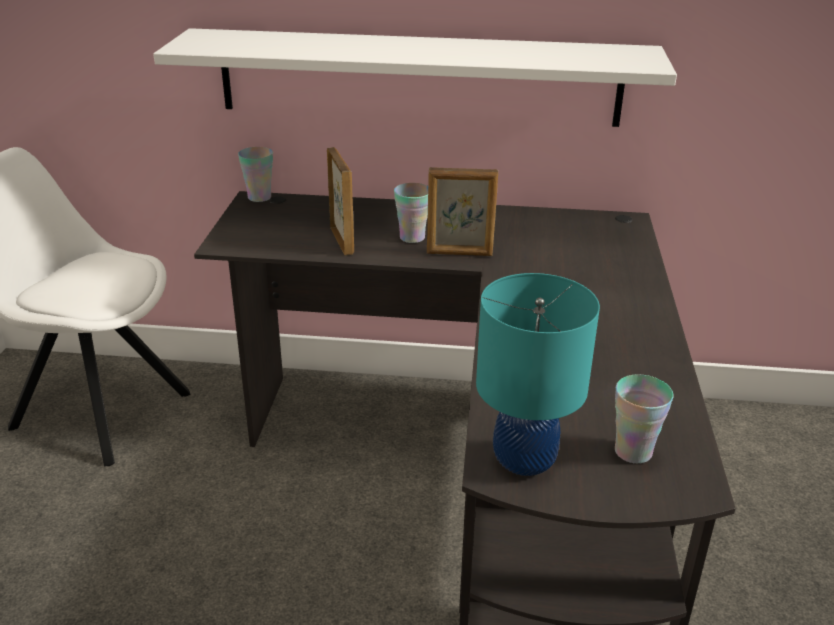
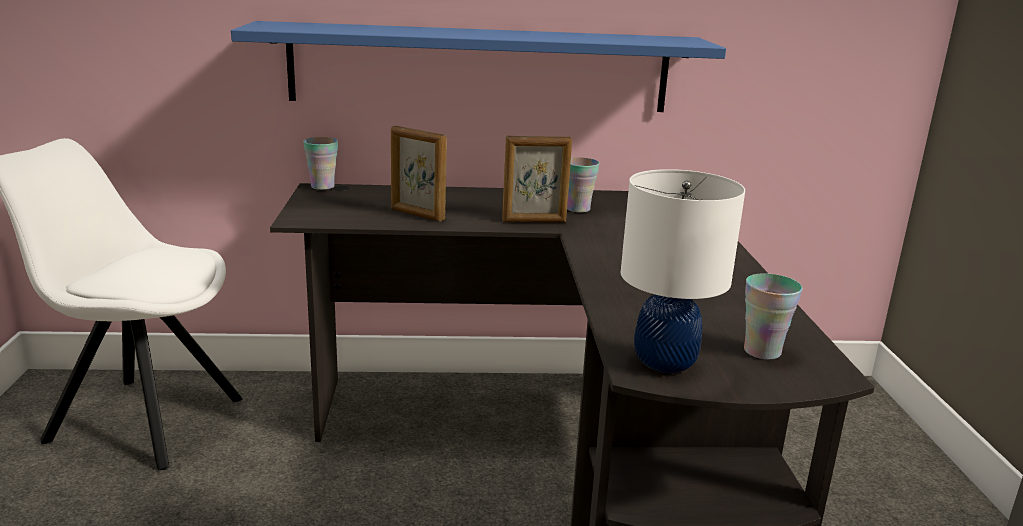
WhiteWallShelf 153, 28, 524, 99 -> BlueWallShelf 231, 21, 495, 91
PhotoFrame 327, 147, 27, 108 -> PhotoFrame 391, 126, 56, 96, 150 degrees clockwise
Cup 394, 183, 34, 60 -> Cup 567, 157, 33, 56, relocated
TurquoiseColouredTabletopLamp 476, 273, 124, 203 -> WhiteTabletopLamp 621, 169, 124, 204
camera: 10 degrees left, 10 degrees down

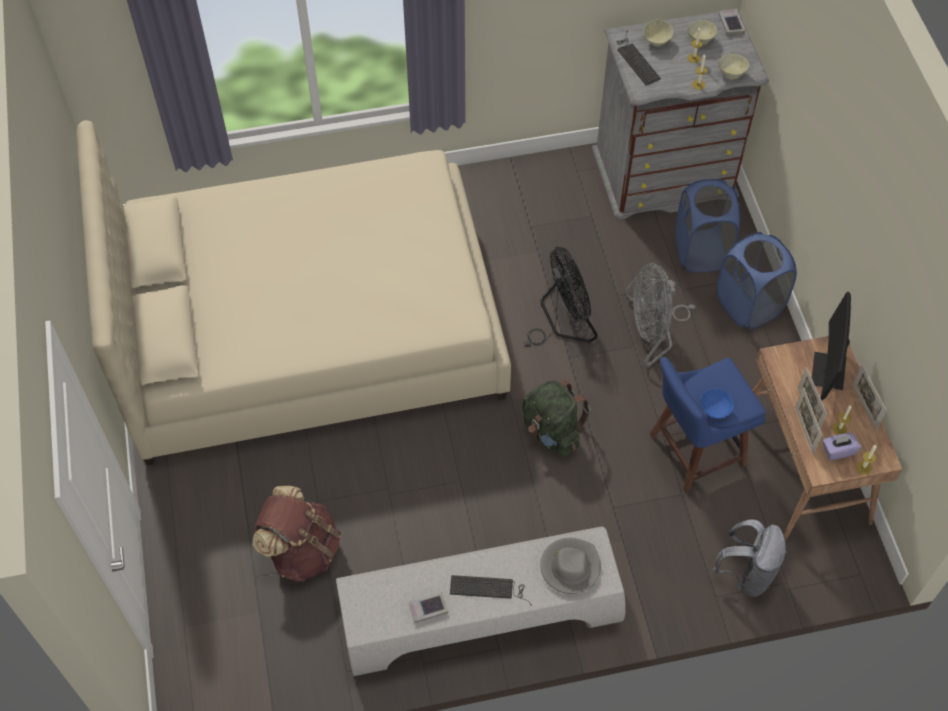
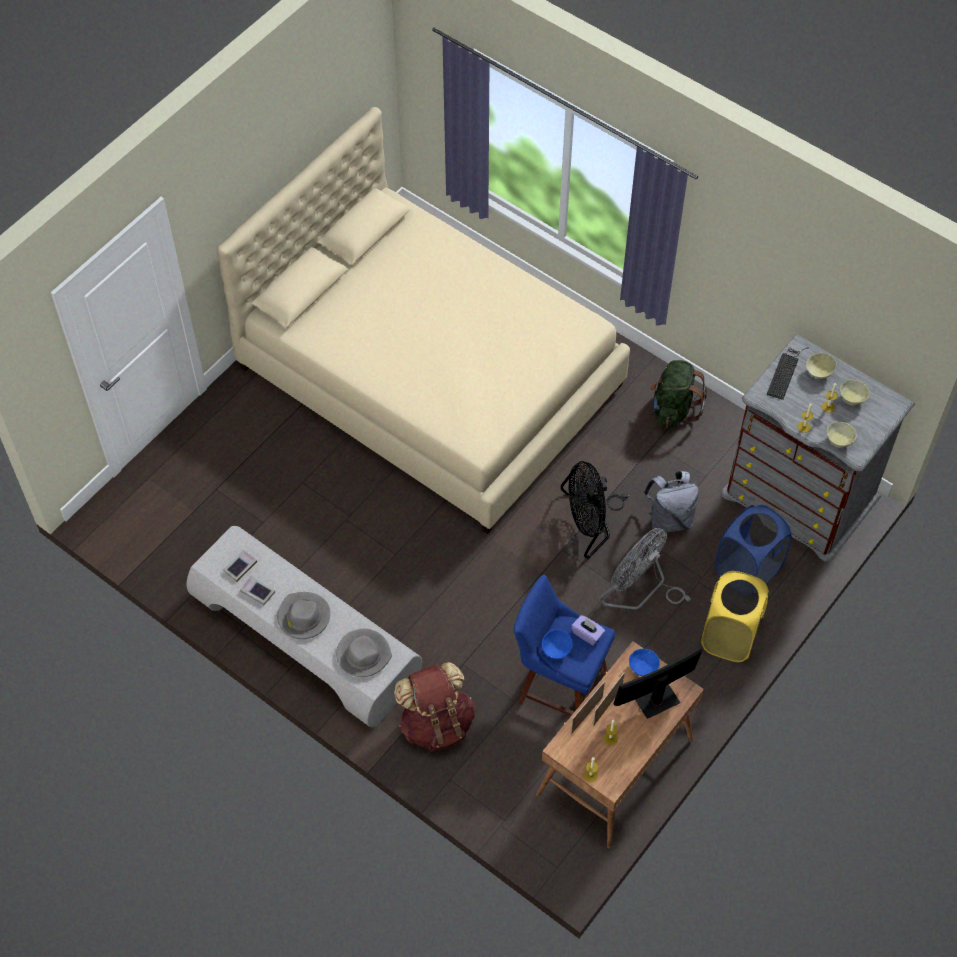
BrownColouredRucksack 252, 486, 89, 96 -> BrownColouredRucksack 394, 662, 81, 90, relocated
PcKeyboard 450, 575, 82, 31 -> GrayHat 277, 592, 54, 47
GreenRucksack 522, 380, 69, 77 -> GreenRucksack 650, 360, 57, 68, relocated
BlackElectricFan 523, 247, 75, 99 -> BlackElectricFan 561, 461, 69, 99, 135 degrees clockwise
GrayRucksack 713, 520, 74, 77 -> GrayRucksack 643, 471, 56, 62, relocated
BlueWashingBasket 717, 232, 80, 97 -> YellowWashingBasket 701, 571, 68, 91
Book 718, 9, 27, 26 -> Book 223, 550, 34, 32, relocated
PurpleBoxOfTissues 822, 433, 39, 27 -> PurpleBoxOfTissues 571, 615, 34, 31, relocated
PhotoFrame 852, 364, 35, 66 -> none
none -> BlueServingBowl 629, 649, 31, 27
camera: 50 degrees right, 0 degrees up

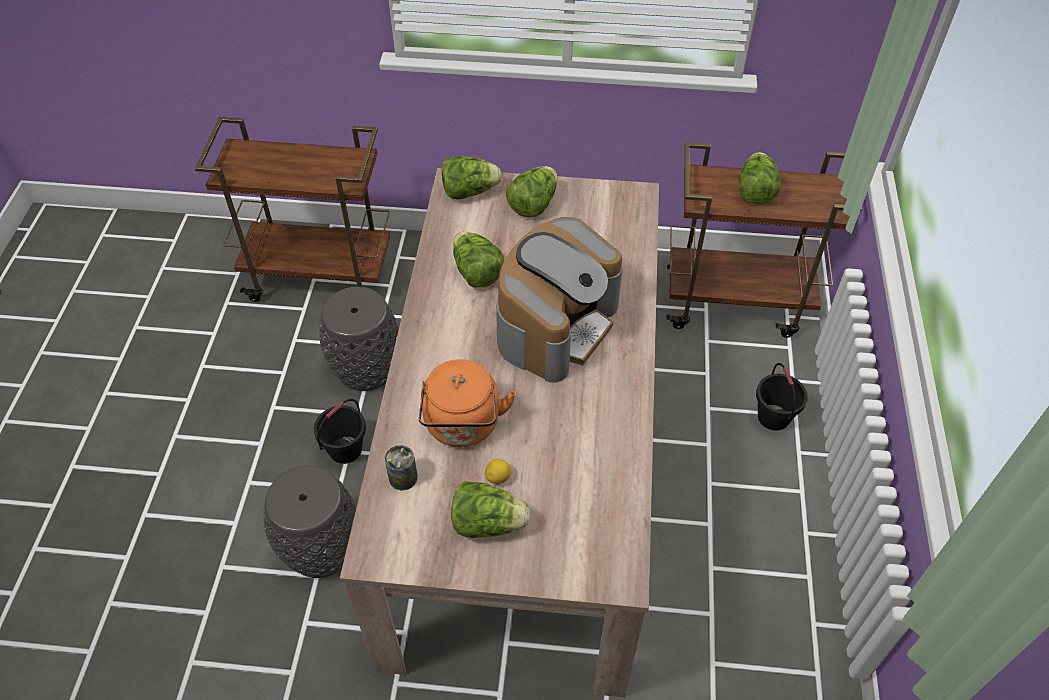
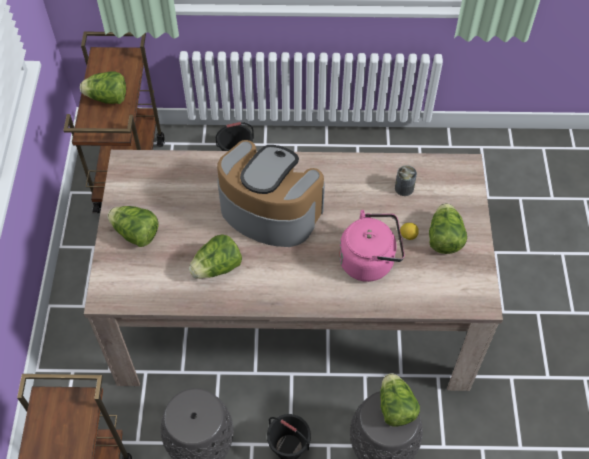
SealedCan 385, 445, 33, 45 -> SealedCan 395, 165, 22, 31, relocated
OrangeColouredKettle 419, 359, 97, 88 -> PinkishKettle 339, 210, 65, 72
HeadOfLettuce 442, 156, 60, 43 -> HeadOfLettuce 380, 373, 40, 54, relocated
camera: 95 degrees left, 5 degrees up

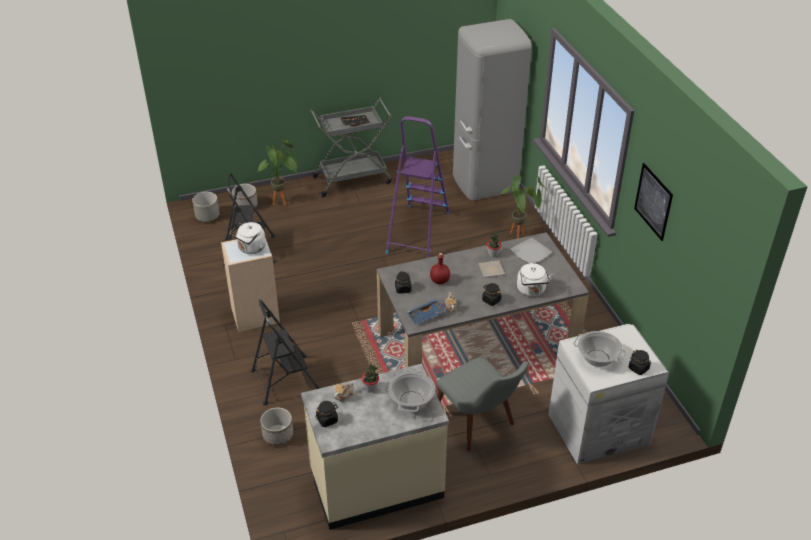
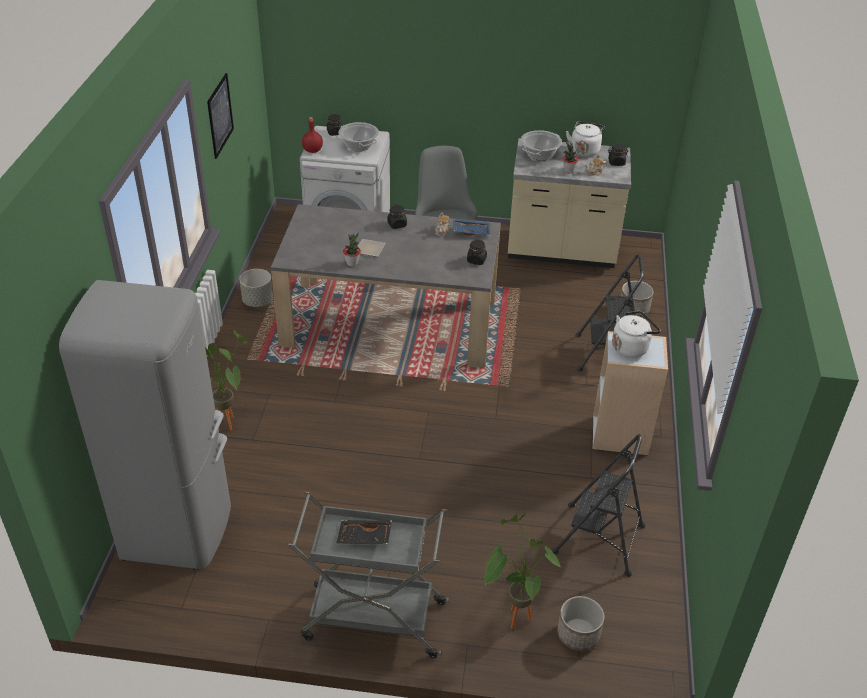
GrayFlowerPot 192, 192, 27, 30 -> GrayFlowerPot 239, 269, 34, 38, relocated
PurpleStepStool 386, 116, 64, 142 -> none
RedBottle 430, 253, 20, 31 -> RedBottle 302, 117, 21, 36, relocated
DinnerPlate 511, 238, 41, 25 -> none
WhiteKettle 517, 263, 36, 34 -> WhiteKettle 566, 121, 39, 36, relocated
camera: 155 degrees left, 0 degrees up

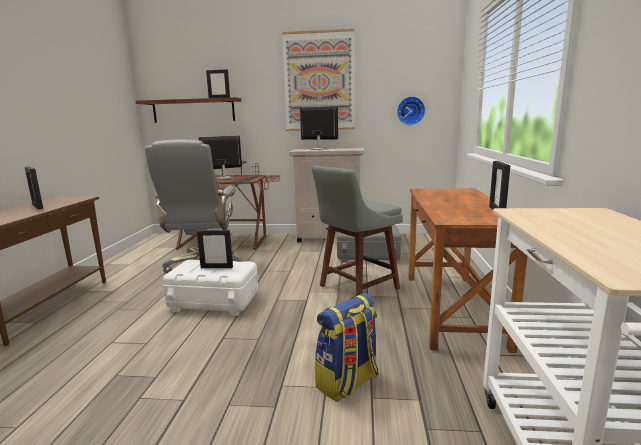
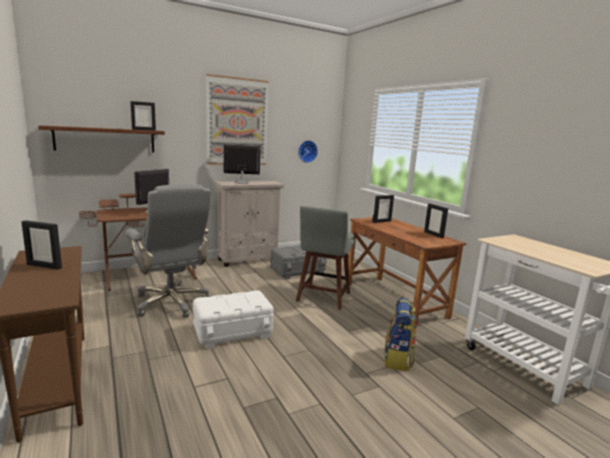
PhotoFrame 197, 230, 36, 38 -> PhotoFrame 372, 195, 22, 28, relocated
camera: 35 degrees left, 0 degrees up

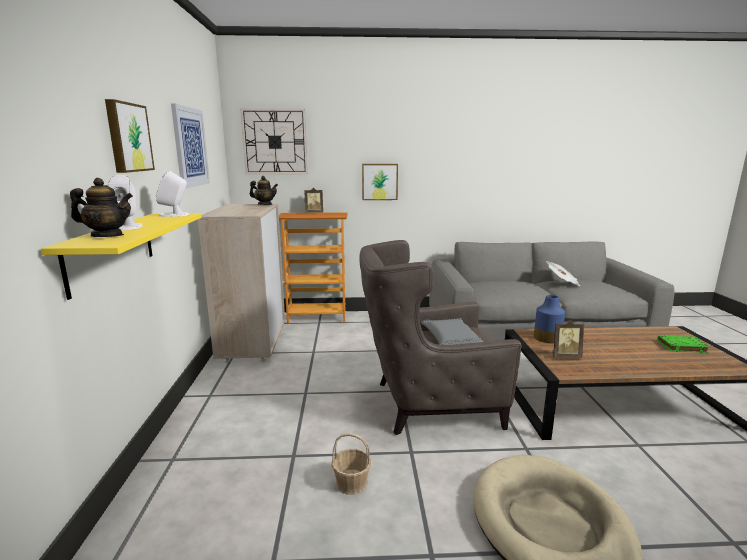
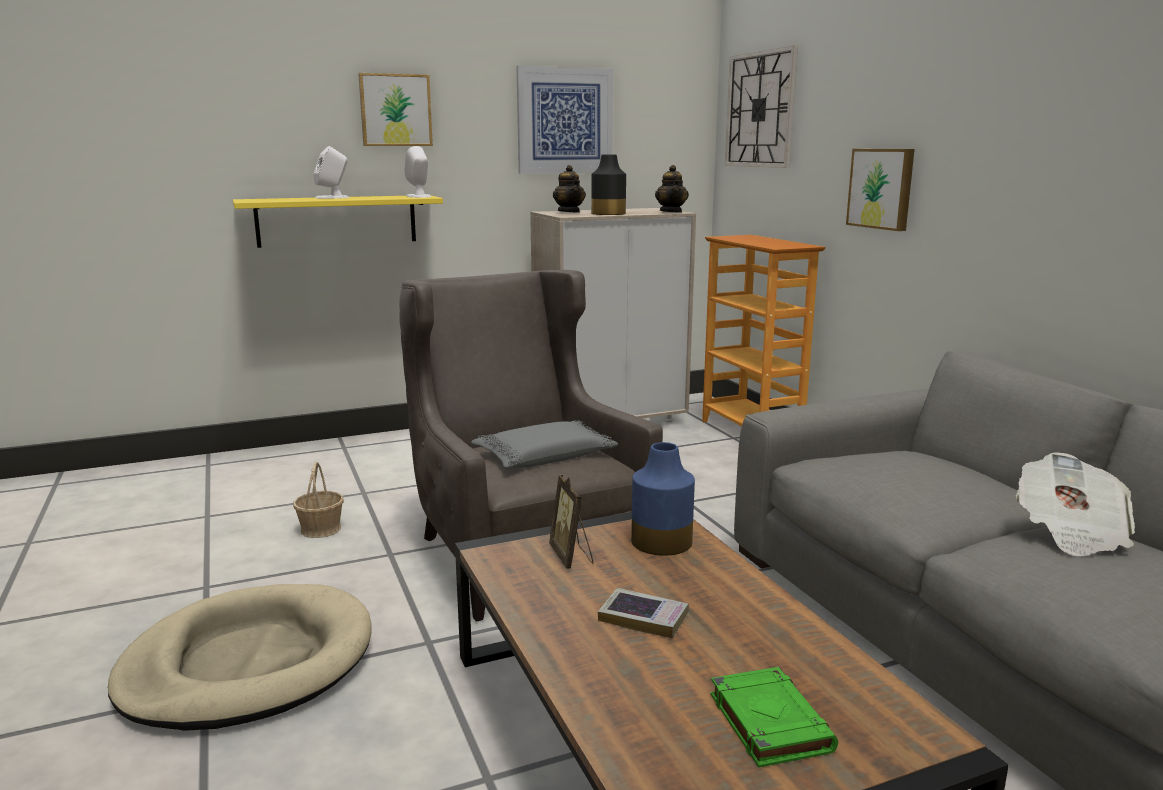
TeaPot 70, 178, 63, 59 -> TeaPot 553, 165, 33, 48, relocated
PhotoFrame 304, 188, 19, 25 -> none
none -> BlackFlowerVase 591, 154, 35, 61
none -> Book 598, 588, 91, 51
camera: 70 degrees right, 0 degrees up

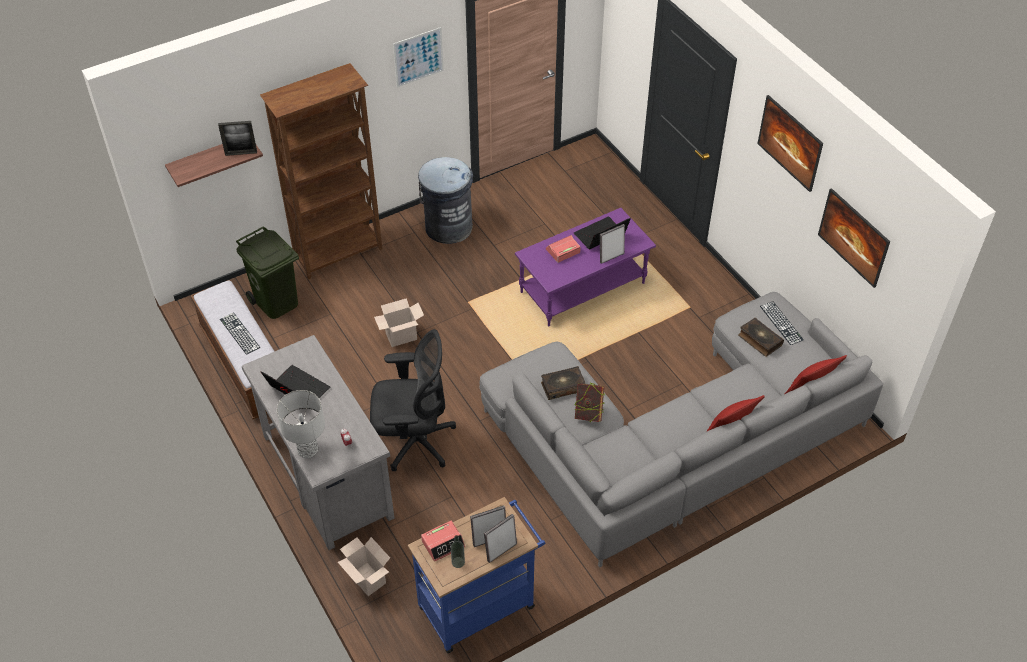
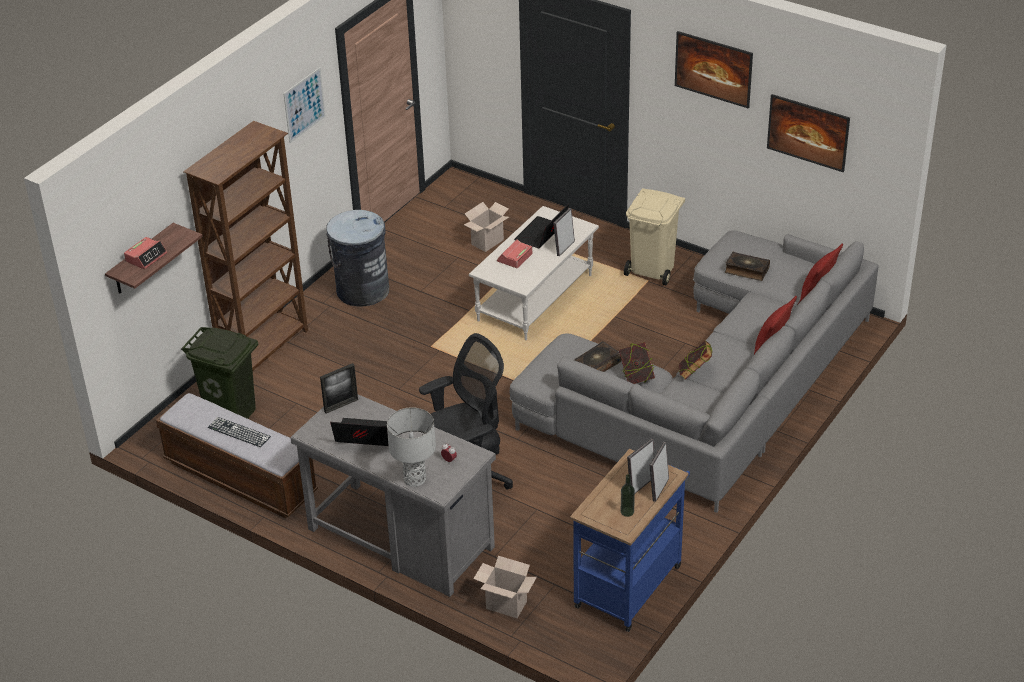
PhotoFrame 218, 121, 39, 35 -> PhotoFrame 320, 363, 38, 50, relocated
Carton 374, 298, 50, 49 -> Carton 464, 202, 45, 50, relocated
AlarmClock 421, 521, 44, 41 -> AlarmClock 124, 237, 43, 32, relocated
PurpleLoungeTable 515, 208, 141, 119 -> WhiteLoungeTable 469, 206, 130, 134
PcKeyboard 760, 301, 44, 44 -> none
none -> BeigeRubbishBin 624, 188, 61, 97
none -> Book 679, 340, 33, 39
camera: 25 degrees left, 10 degrees down

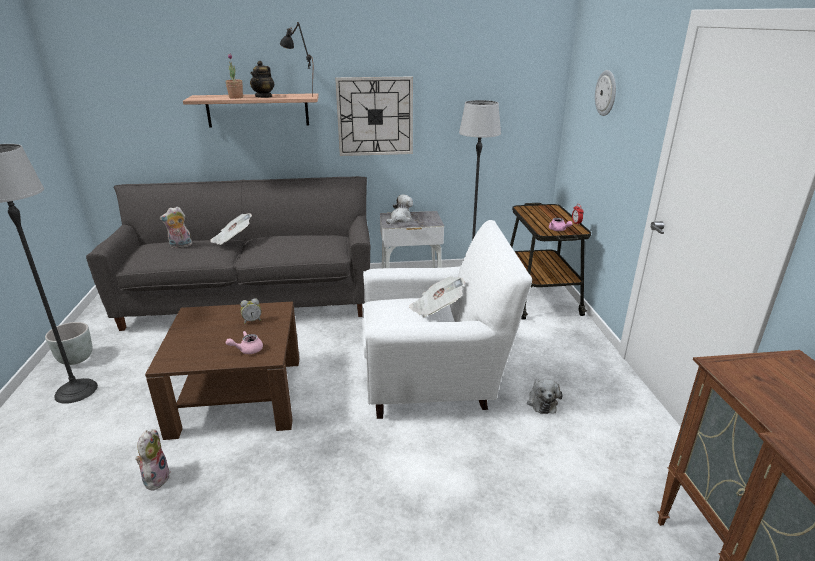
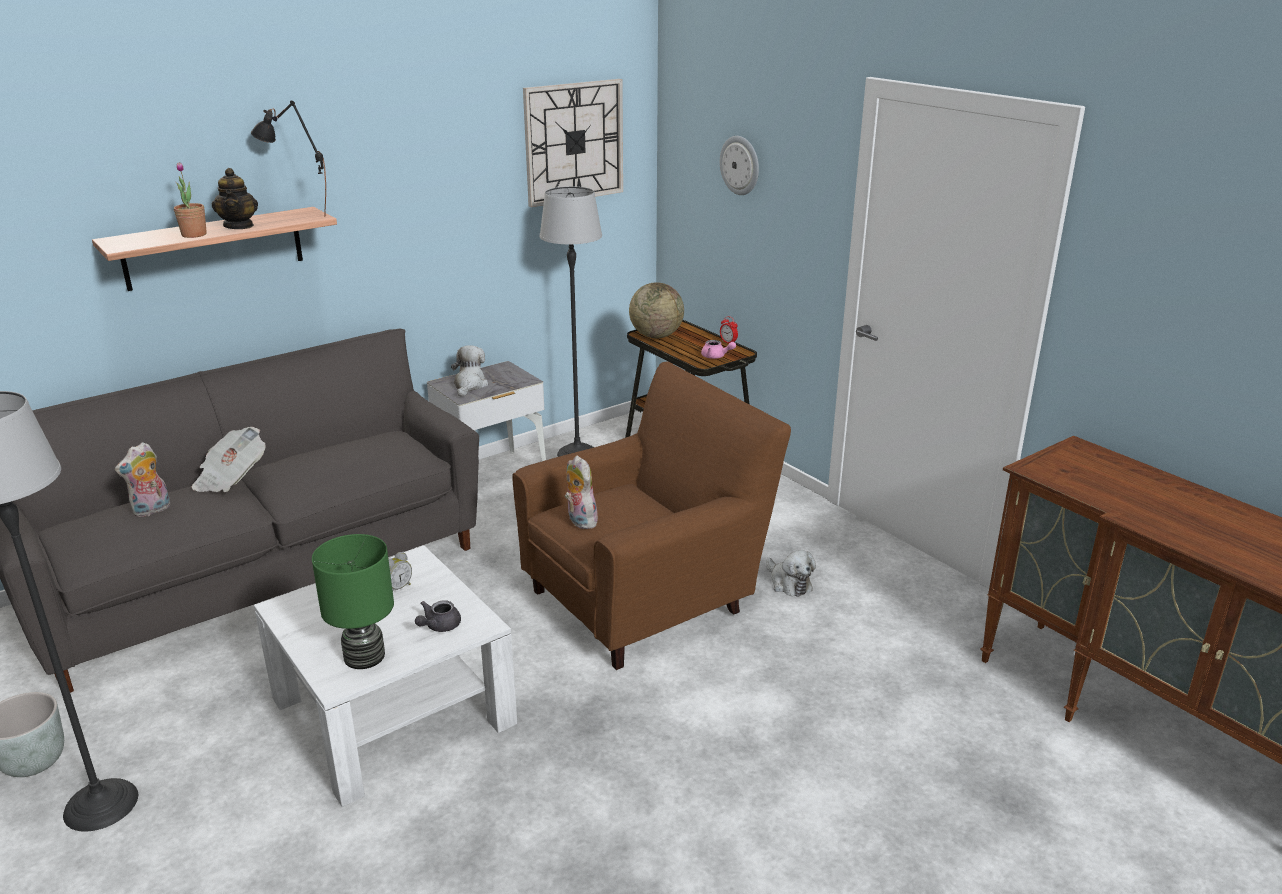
PlushToy 135, 429, 36, 62 -> PlushToy 565, 455, 33, 74, relocated
BrownColouredLoungeTable 145, 302, 154, 138 -> WhiteLoungeTable 254, 546, 263, 261
PinkishTeaPot 226, 331, 37, 23 -> GrayTeaPot 415, 600, 46, 32
ClockOnTheWall 335, 77, 78, 79 -> ClockOnTheWall 523, 79, 100, 128, relocated
WhiteLoungeChair 362, 220, 170, 199 -> BrownColouredLoungeChair 512, 362, 279, 308
Newspaper 409, 276, 56, 41 -> none
none -> GreenTabletopLamp 312, 534, 82, 135
none -> Globe 629, 282, 55, 56
camera: 30 degrees left, 0 degrees up

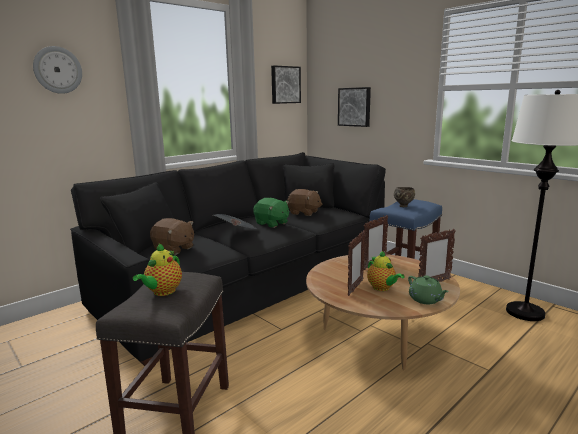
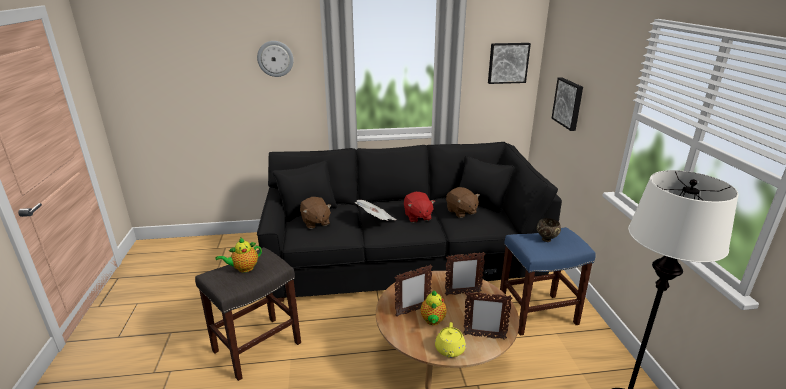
GreenPlushToy 253, 198, 36, 30 -> RedPlushToy 404, 192, 31, 31
GreenTeaPot 408, 275, 41, 29 -> YellowTeaPot 435, 322, 31, 36
camera: 35 degrees right, 10 degrees up

